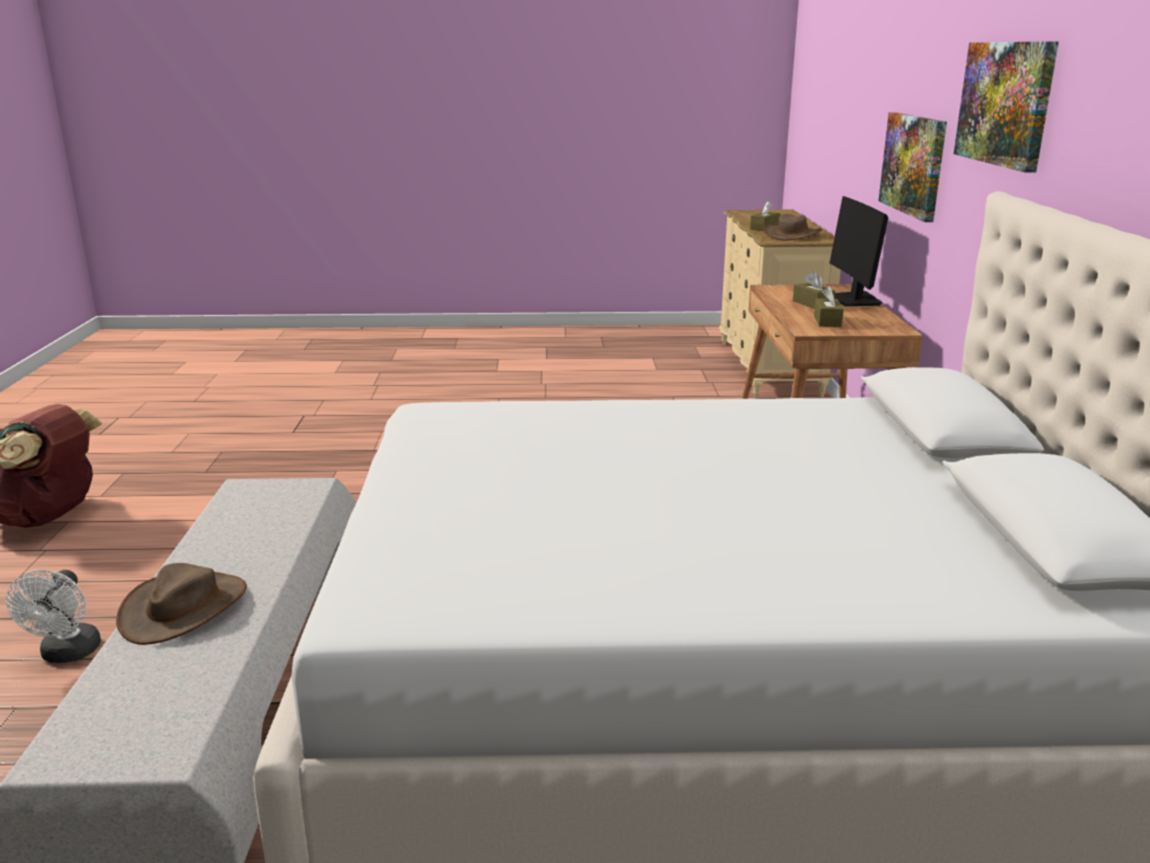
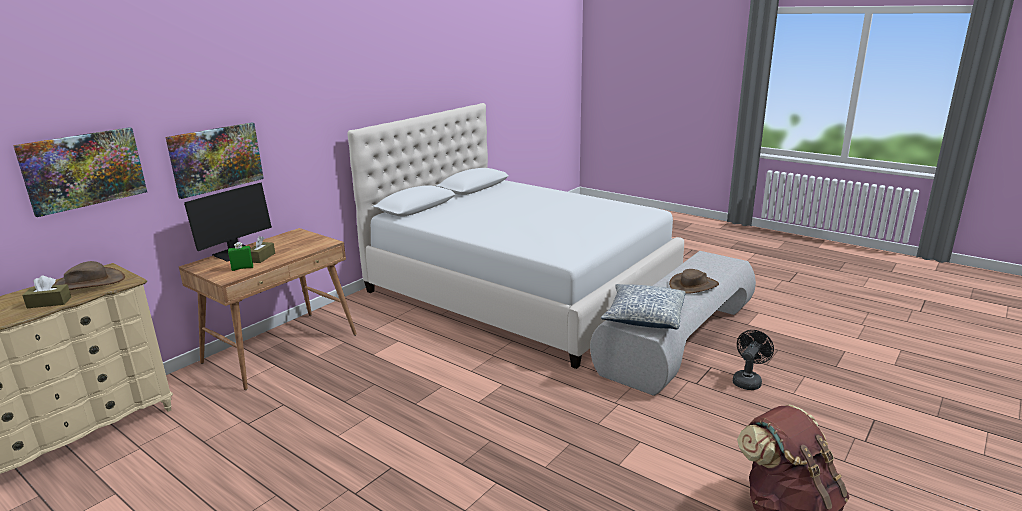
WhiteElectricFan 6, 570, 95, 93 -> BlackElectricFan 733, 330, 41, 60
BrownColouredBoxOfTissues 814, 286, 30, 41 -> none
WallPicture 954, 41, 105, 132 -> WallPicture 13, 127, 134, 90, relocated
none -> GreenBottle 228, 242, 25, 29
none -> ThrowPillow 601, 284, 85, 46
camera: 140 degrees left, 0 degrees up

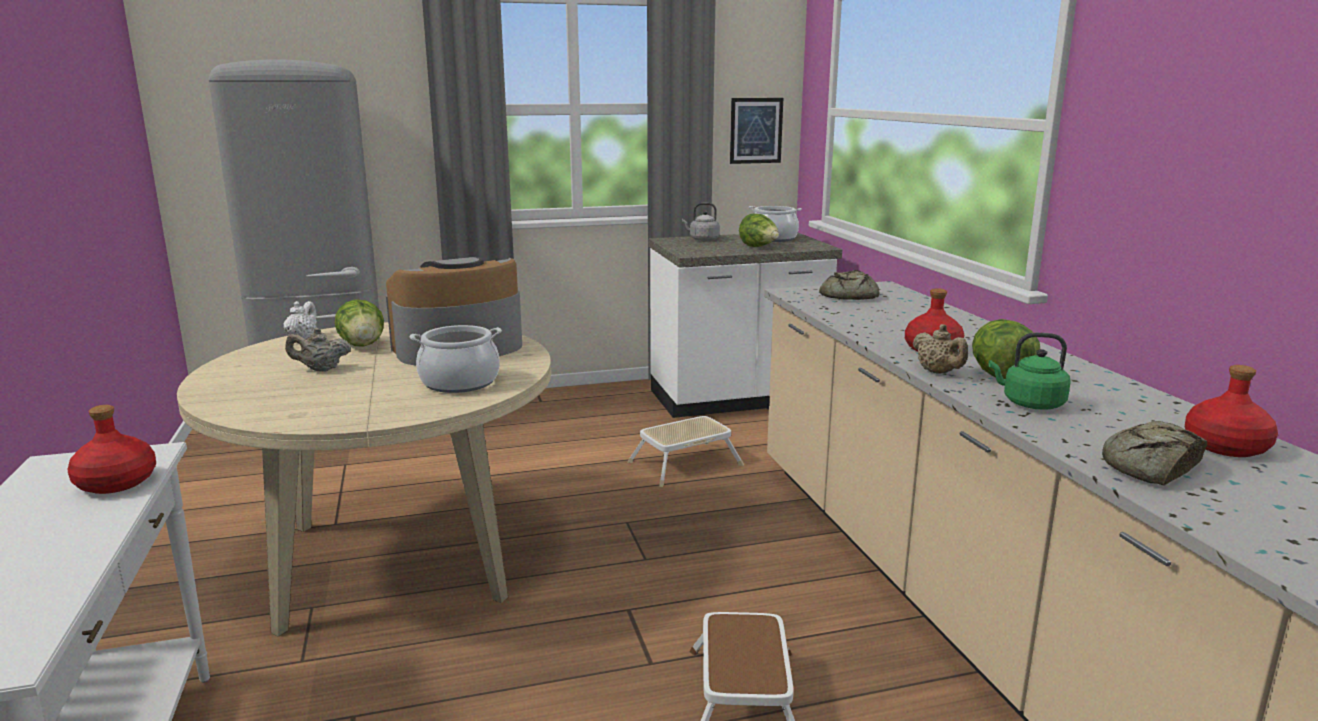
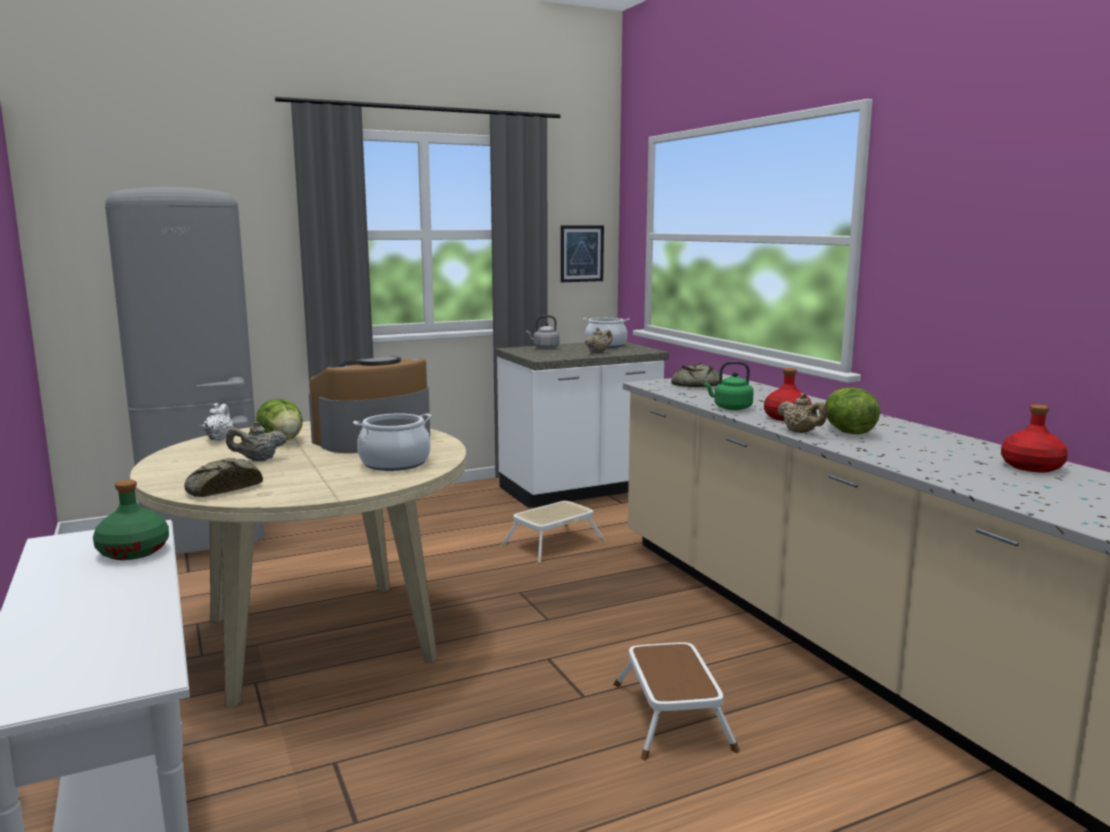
RedBottle 67, 405, 89, 89 -> GreenBottle 93, 479, 76, 81
HeadOfLettuce 739, 214, 40, 33 -> BeigeTeaPot 585, 327, 27, 26
GreenKettle 989, 333, 81, 77 -> GreenKettle 704, 361, 50, 49, relocated
BakeryBread 1102, 420, 105, 66 -> BakeryBread 184, 458, 79, 39, relocated
camera: 10 degrees left, 5 degrees down

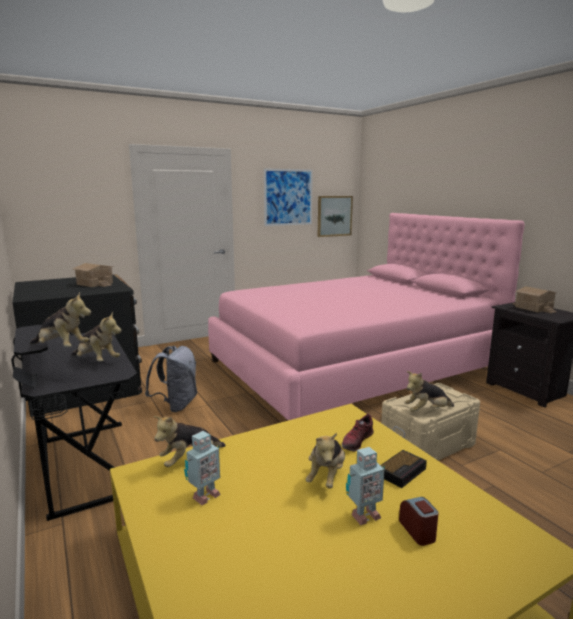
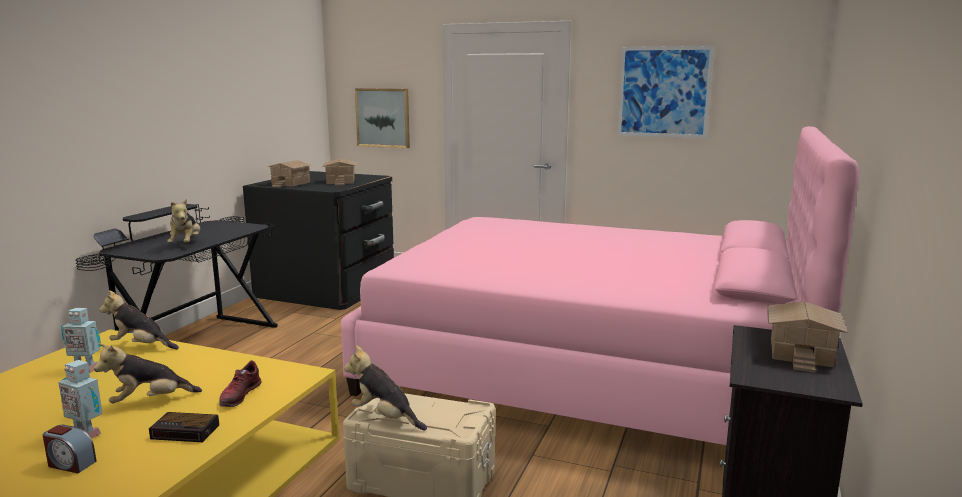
PlushToy 30, 292, 61, 55 -> none
GrayRucksack 145, 346, 52, 66 -> none
WallPicture 318, 196, 35, 41 -> WallPicture 355, 88, 55, 60, relocated
Shoe 342, 414, 32, 38 -> Shoe 219, 360, 43, 47, 75 degrees counterclockwise
AlarmClock 399, 497, 40, 49 -> AlarmClock 43, 425, 53, 48, 75 degrees clockwise
none -> MiniatureHouse 267, 160, 44, 27
camera: 50 degrees right, 0 degrees up

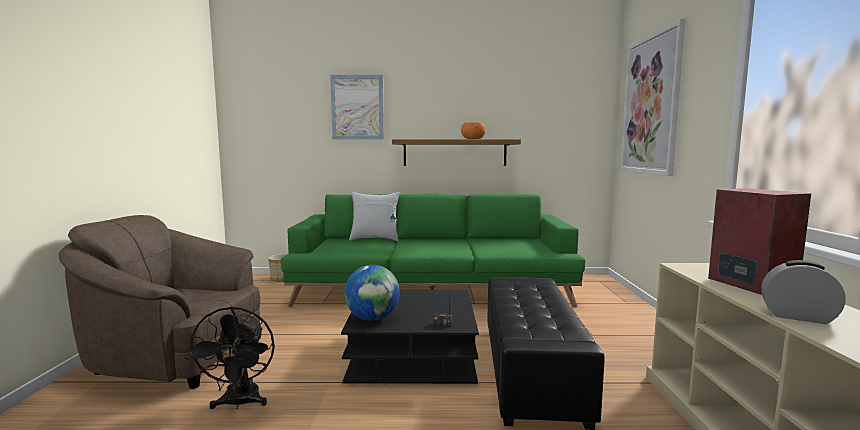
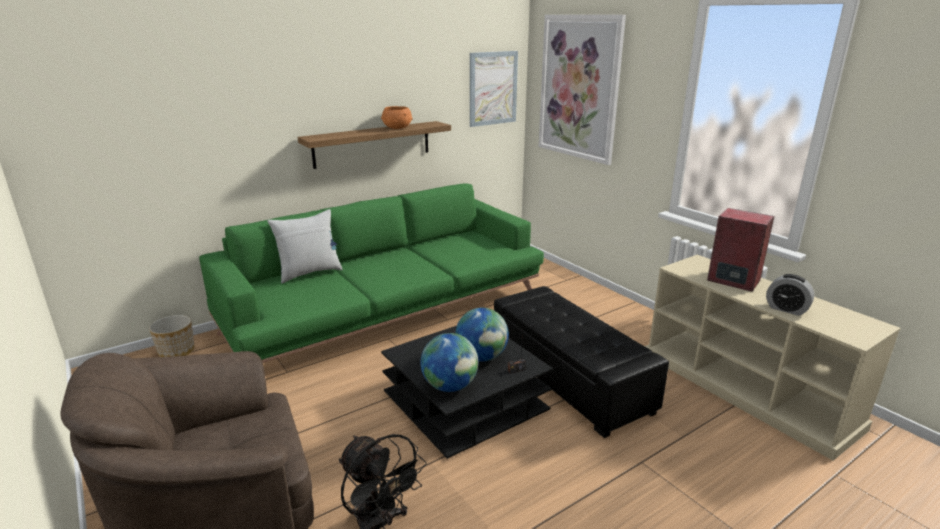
WallPicture 330, 75, 54, 65 -> WallPicture 470, 51, 48, 76, relocated
AlarmClock 761, 260, 85, 64 -> AlarmClock 766, 274, 48, 42, 135 degrees counterclockwise
none -> Globe 455, 308, 54, 53
camera: 35 degrees left, 15 degrees up

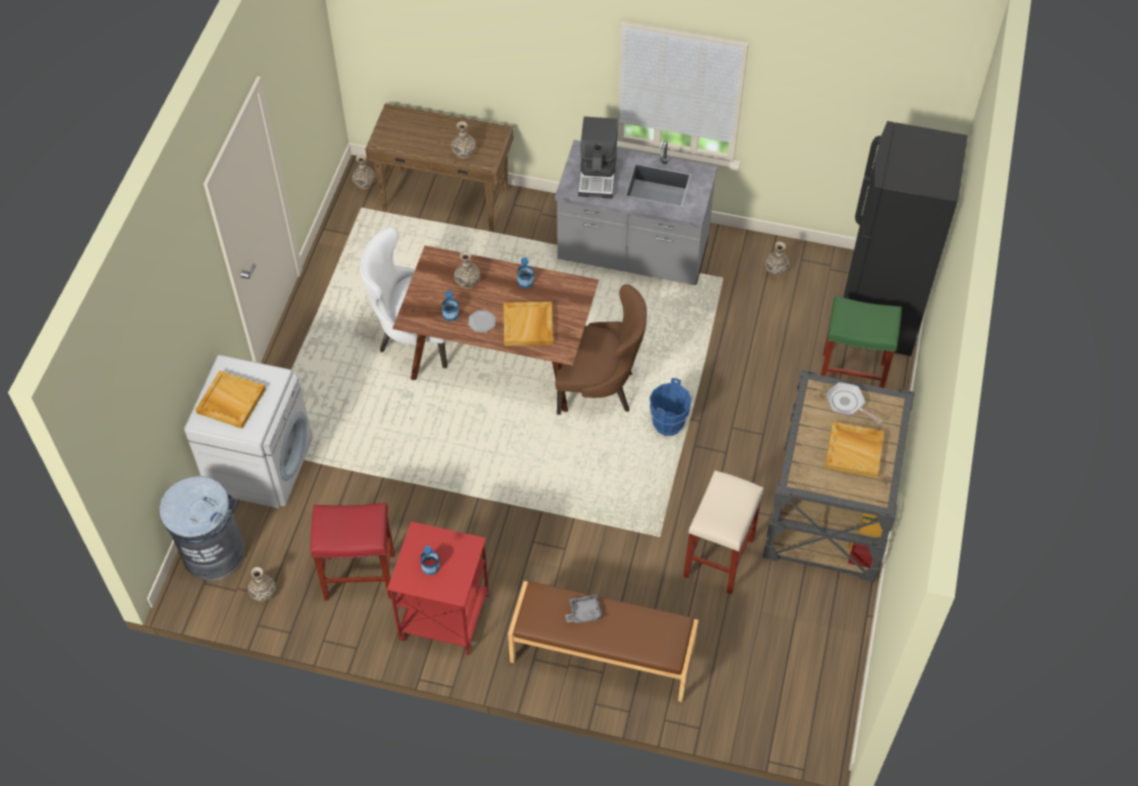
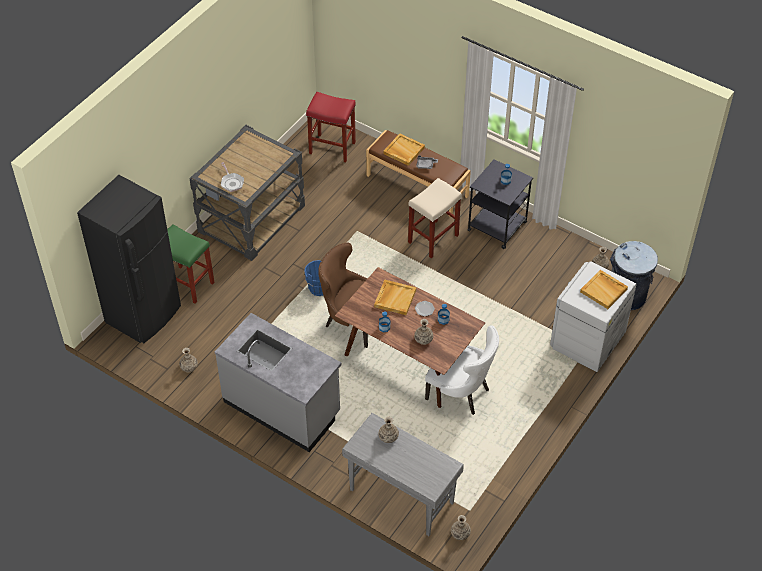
RedStoolSeat 311, 503, 84, 98 -> RedStoolSeat 306, 92, 50, 70, relocated
BrownColouredNarrowTable 365, 103, 149, 129 -> GrayNarrowTable 342, 413, 122, 123
RedTrolley 387, 522, 103, 133 -> BlackTrolley 467, 159, 66, 90
CoffeeMaker 578, 117, 40, 82 -> none
BeigeStoolSeat 683, 470, 81, 124 -> BeigeStoolSeat 408, 178, 54, 81, relocated
BeigeTray 825, 421, 59, 57 -> BeigeTray 383, 133, 42, 33, relocated
camera: 160 degrees left, 5 degrees down

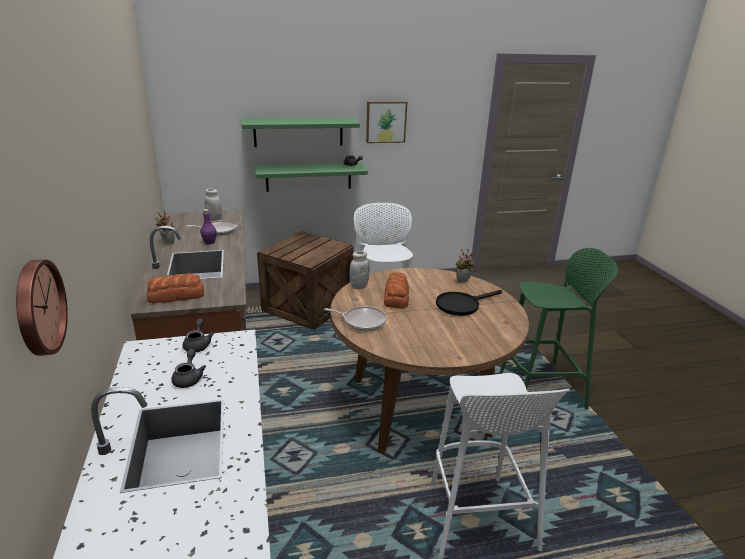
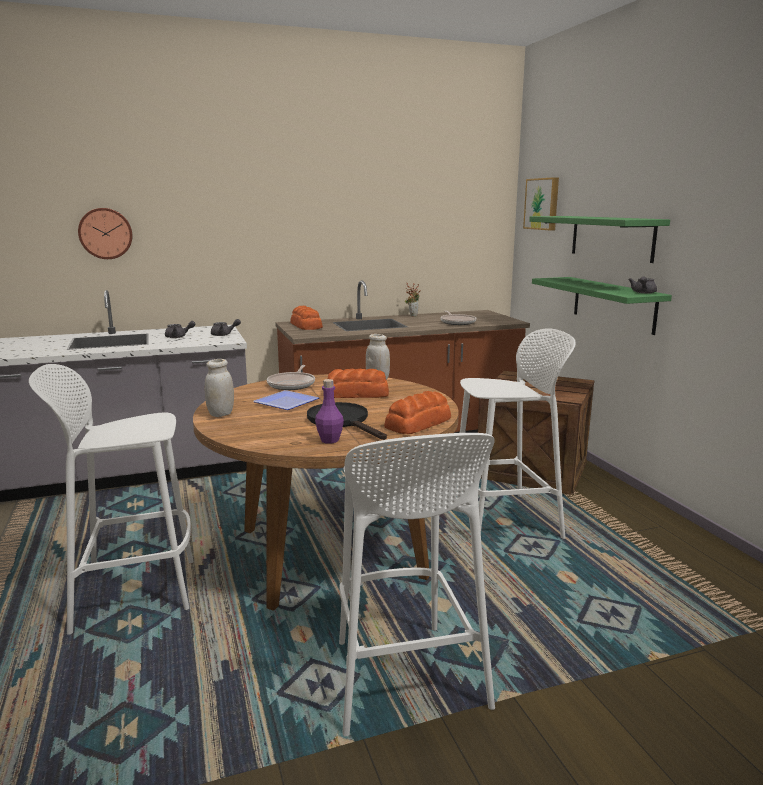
PurpleBottle 200, 209, 17, 35 -> PurpleBottle 315, 379, 29, 65, relocated
WhiteJar 204, 189, 18, 32 -> WhiteJar 205, 359, 29, 58, relocated
WallPicture 366, 101, 41, 42 -> WallPicture 523, 177, 36, 53, relocated
PottedPlant 456, 249, 19, 34 -> BakeryBread 384, 391, 67, 43
GreenStoolSeat 500, 248, 118, 162 -> WhiteStoolSeat 339, 433, 156, 303
none -> DinnerPlate 253, 390, 66, 20
camera: 85 degrees right, 10 degrees down

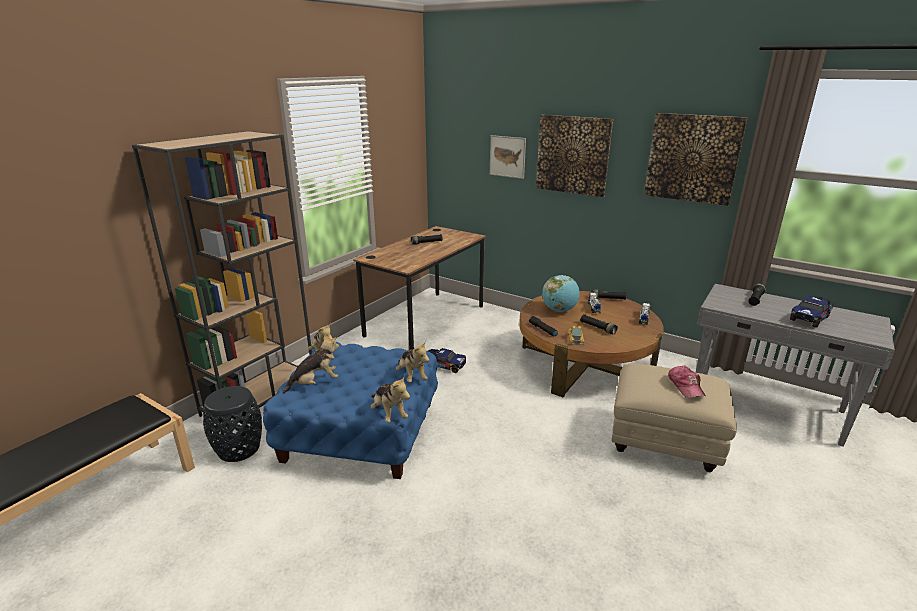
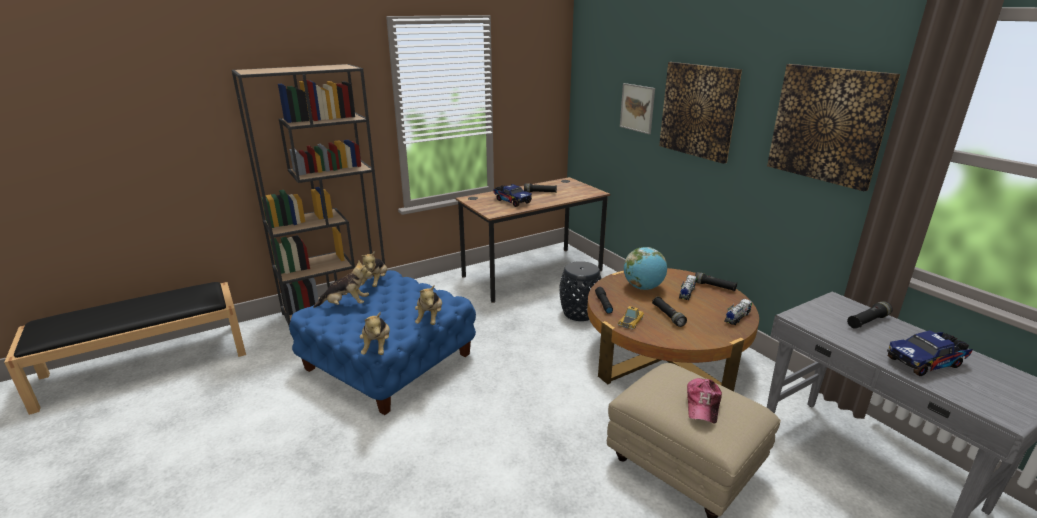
BlackStoolSeat 203, 386, 59, 76 -> BlackStoolSeat 559, 261, 43, 60, relocated
ToyLorry 428, 348, 38, 25 -> ToyLorry 493, 184, 39, 23, relocated
camera: 25 degrees right, 0 degrees up

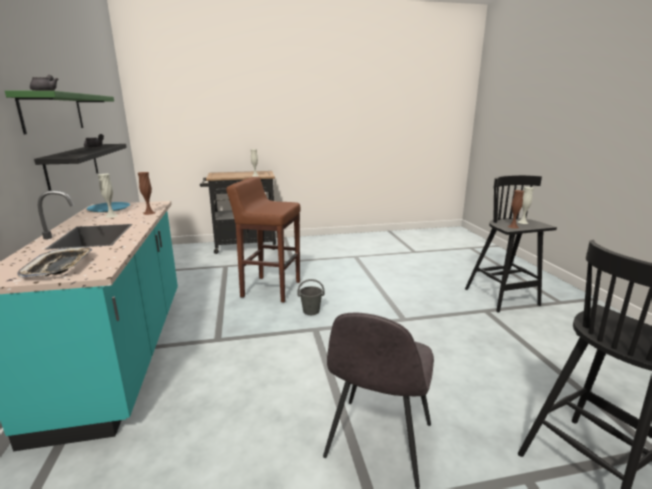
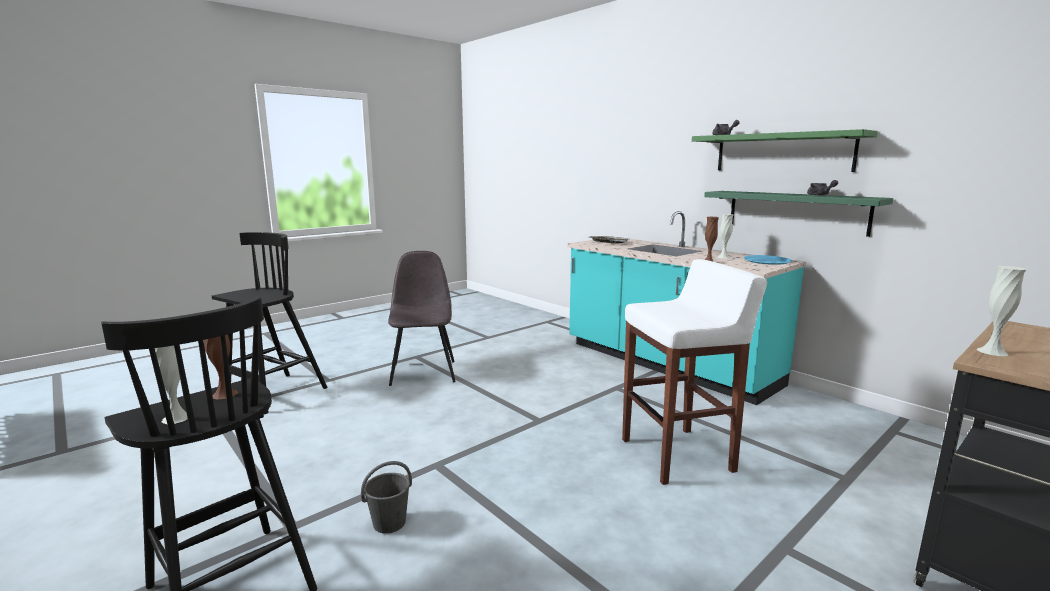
BlackWallShelf 34, 144, 93, 47 -> GreenWallShelf 704, 191, 189, 46
BrownColouredStoolSeat 226, 177, 75, 126 -> WhiteStoolSeat 622, 259, 145, 226
GrayPail 297, 279, 28, 36 -> GrayPail 361, 461, 51, 73, relocated
camera: 150 degrees right, 5 degrees down

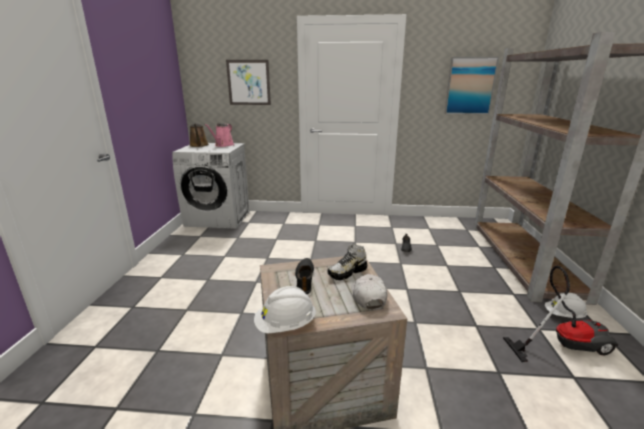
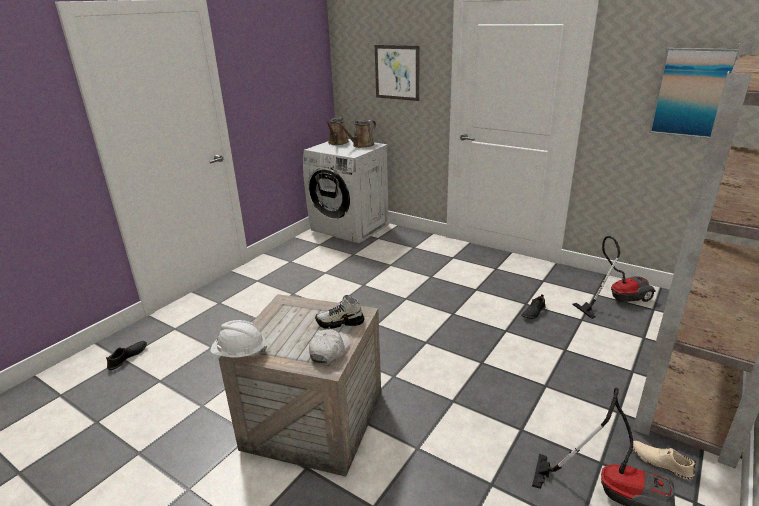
PinkishSprinklingCan 204, 123, 30, 24 -> BrownColouredSprinklingCan 337, 120, 39, 28
BlackShoe 295, 258, 19, 36 -> BlackShoe 106, 341, 41, 29, relocated
WhiteWorkHelmet 545, 293, 42, 25 -> BeigeShoe 633, 441, 63, 38
none -> VacuumCleaner 572, 236, 84, 83
camera: 30 degrees right, 5 degrees up

